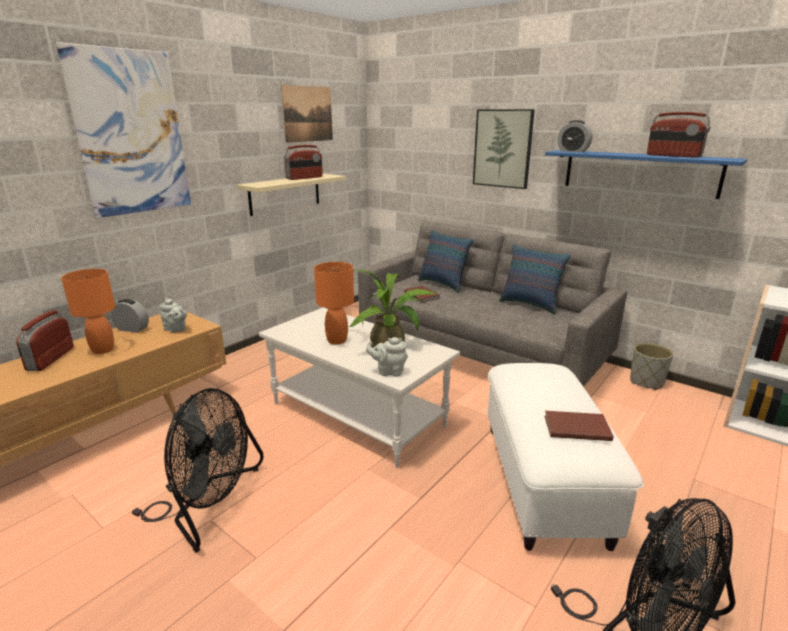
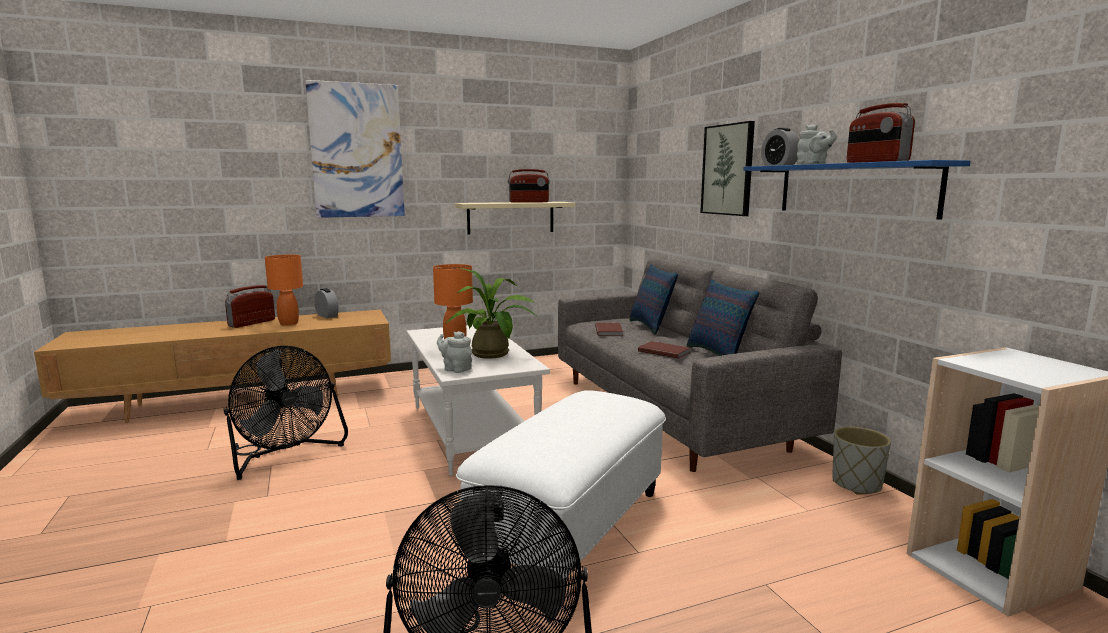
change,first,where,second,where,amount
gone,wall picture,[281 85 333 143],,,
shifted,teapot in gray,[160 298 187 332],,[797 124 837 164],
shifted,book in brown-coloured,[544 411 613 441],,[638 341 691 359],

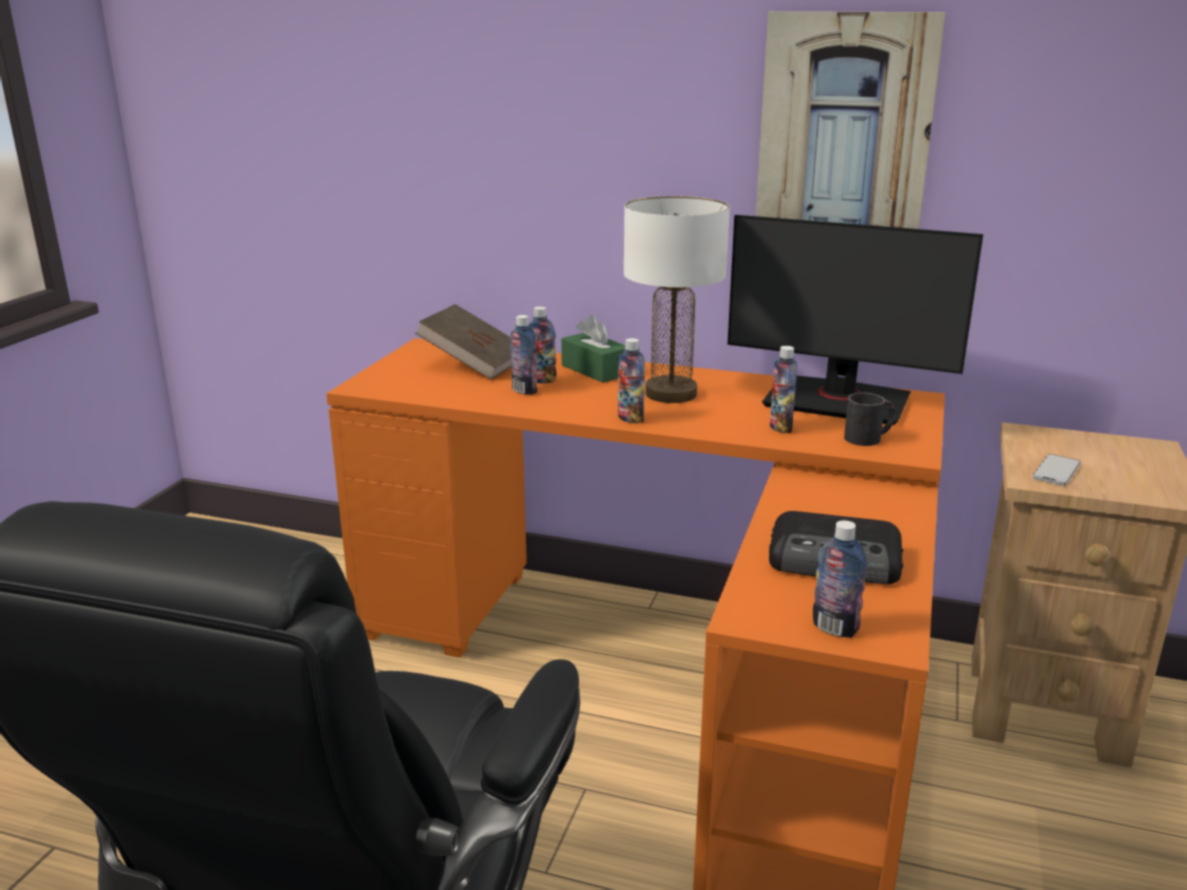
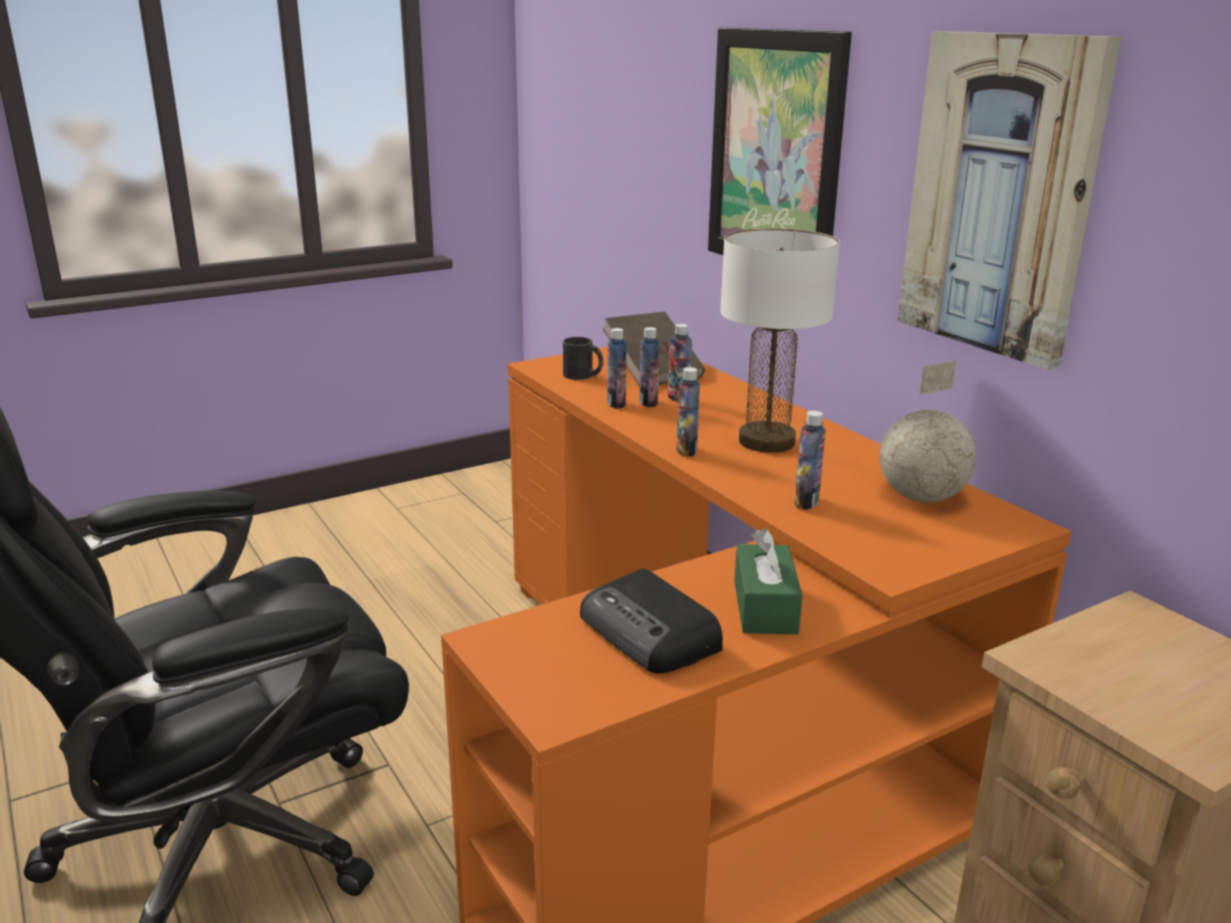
change,first,where,second,where,amount
swapped,computer screen,[727 215 983 425],world globe,[880 360 976 503],
shifted,box of tissues in green,[561 315 625 383],,[734 528 802 634],
shifted,tea mug in blackish,[844 392 895 446],,[563 337 603 380],
gone,telephone,[1032 454 1081 486],,,
shifted,beverage bottle,[813 520 867 638],,[607 328 627 409],
new,,,wall picture,[708 27 852 255],

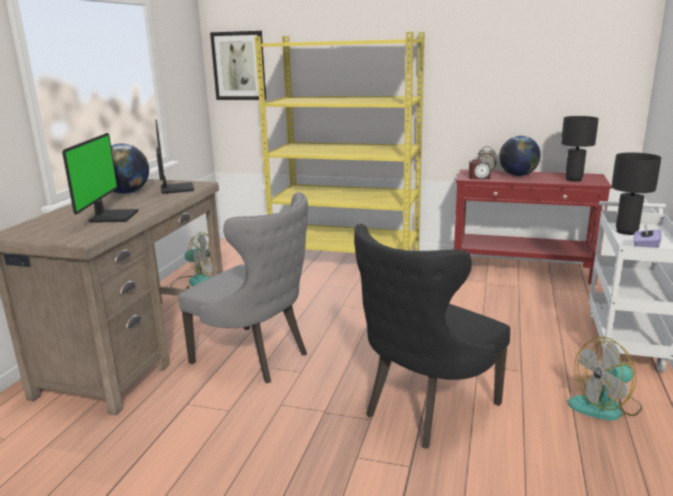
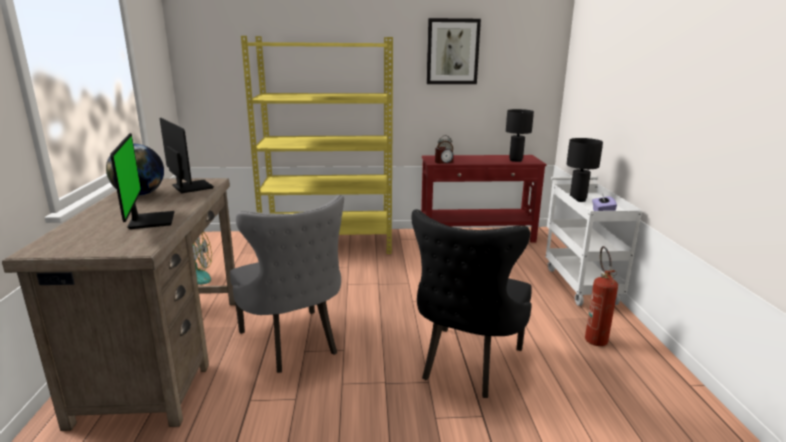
change,first,where,second,where,amount
shifted,wall picture,[210 31 266 100],,[426 18 481 84],
gone,world globe,[499 136 541 176],,,
rotated,upright chair in gray,[178 192 308 383],,[230 195 344 373],45 degrees clockwise
swapped,electric fan,[568 337 642 421],fire extinguisher,[585 246 618 346],

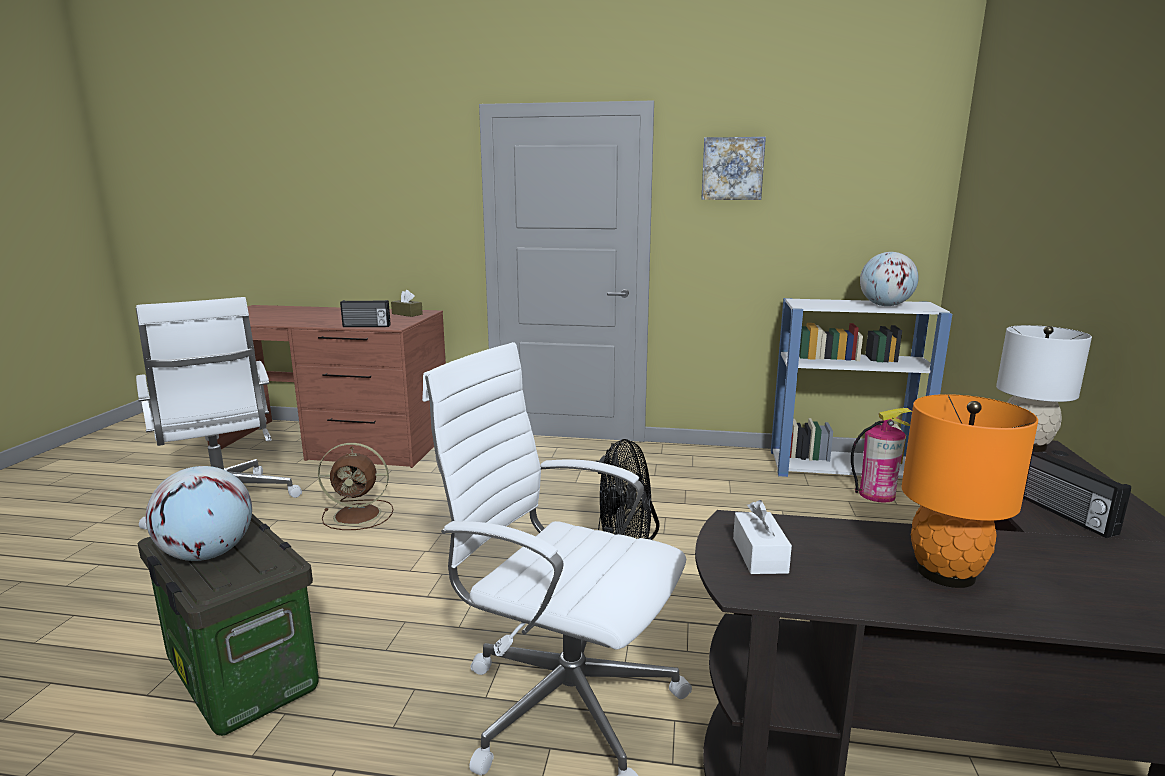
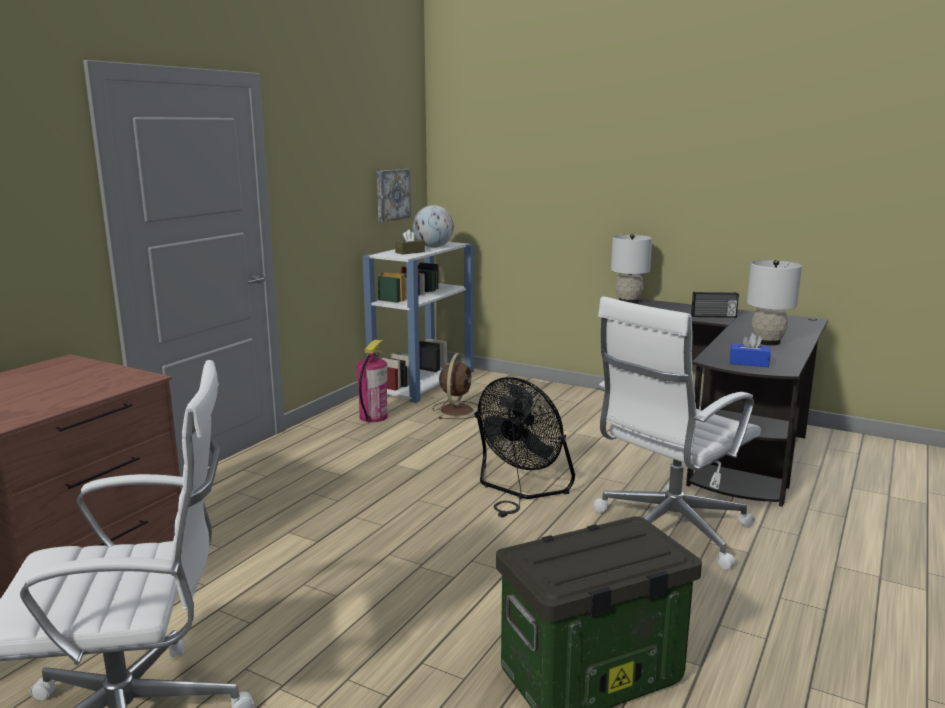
change,first,where,second,where,amount
shifted,wall picture,[701 137 766 200],,[377 169 411 222],
shifted,box of tissues in brown-coloured,[391 290 423 317],,[395 230 425 255],
gone,radio,[340 300 391 327],,,
repainted,lamp for a table in orangey,[902 394 1038 588],lamp for a table in white,[747 260 802 345],
shifted,fire extinguisher,[851 408 912 503],,[356 340 388 422],
shifted,electric fan in brown-coloured,[318 443 393 530],,[433 353 482 419],
gone,world globe,[146 466 252 561],,,
repainted,box of tissues in white,[733 500 792 574],box of tissues in bluish,[730 333 771 367],

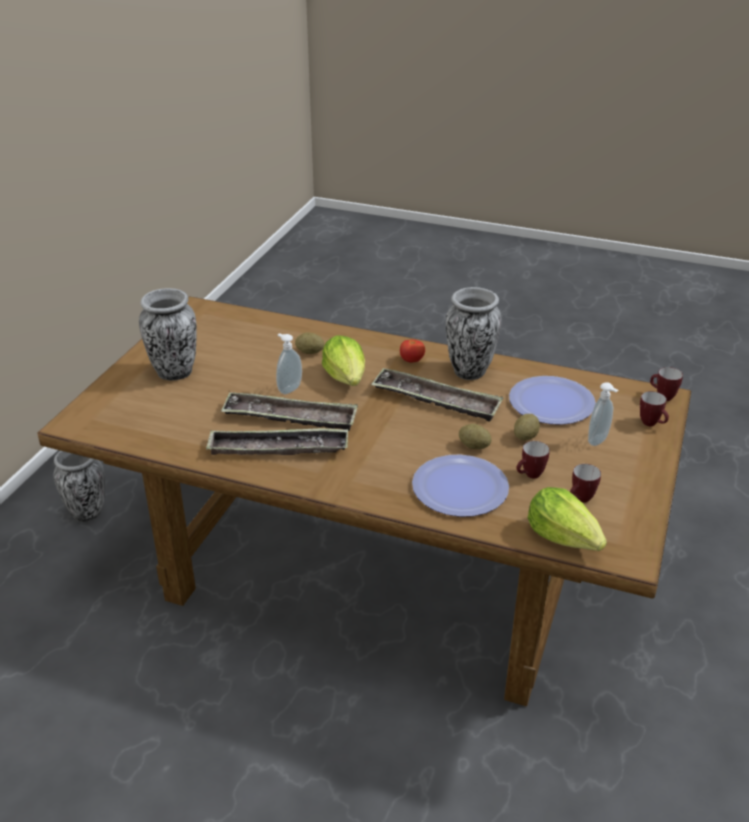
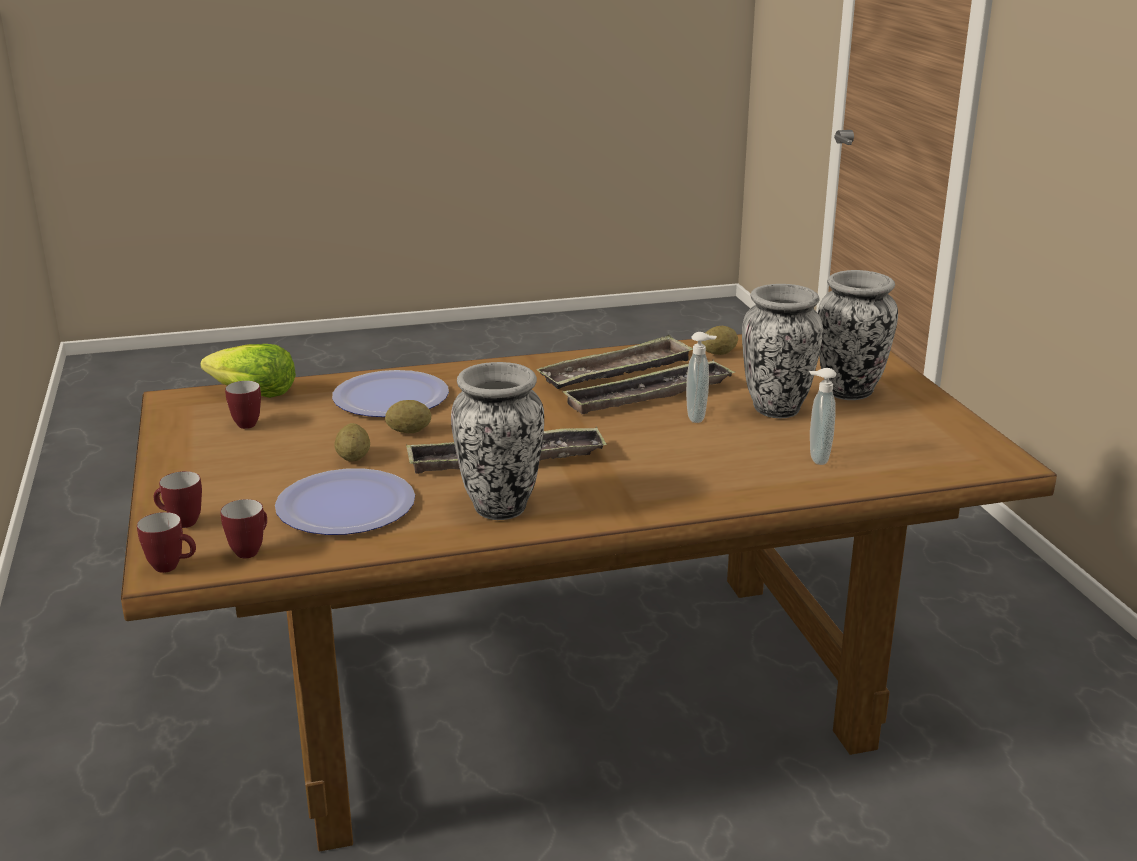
change,first,where,second,where,amount
shifted,potato,[295 332 324 354],,[702 326 738 355],
gone,head of lettuce,[322 335 365 386],,,
gone,tomato,[400 340 425 363],,,
shifted,liquid soap bottle,[588 382 618 446],,[809 368 836 465],
shifted,tea mug,[517 441 550 479],,[220 499 267 558],
shifted,decorative vase,[54 451 105 522],,[742 284 823 418],

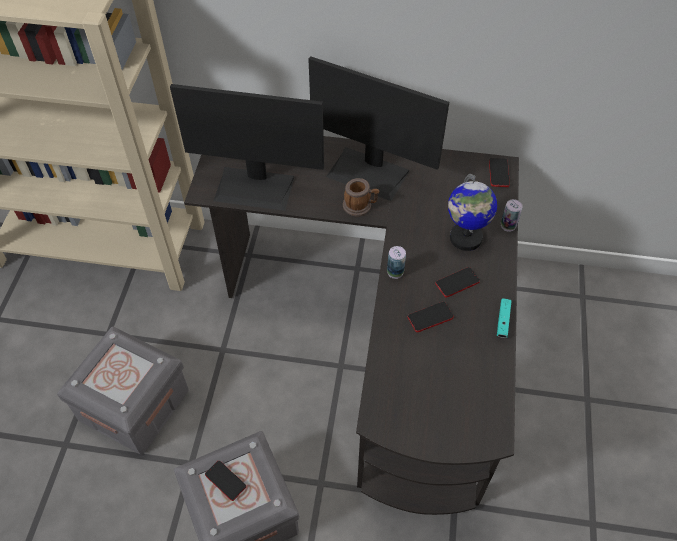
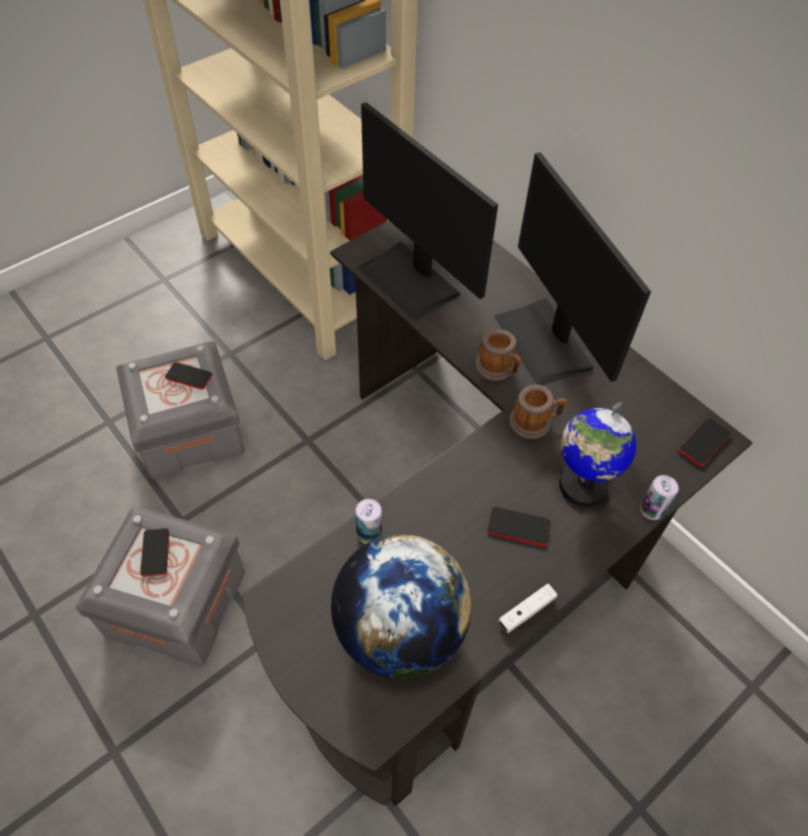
change,first,where,second,where,amount
shifted,metal can,[387 246 406 279],,[355 499 382 544],
repainted,gamepad in turquoise-coloured,[497 298 512 338],gamepad in white,[498 584 557 633],
shifted,telephone,[408 302 454 332],,[165 362 212 389],
new,,,tea mug,[509 385 567 439],
new,,,world globe,[331 534 472 679],

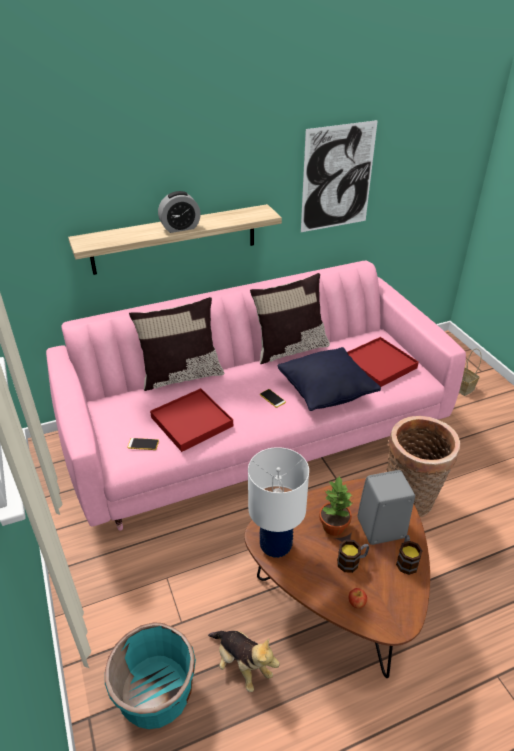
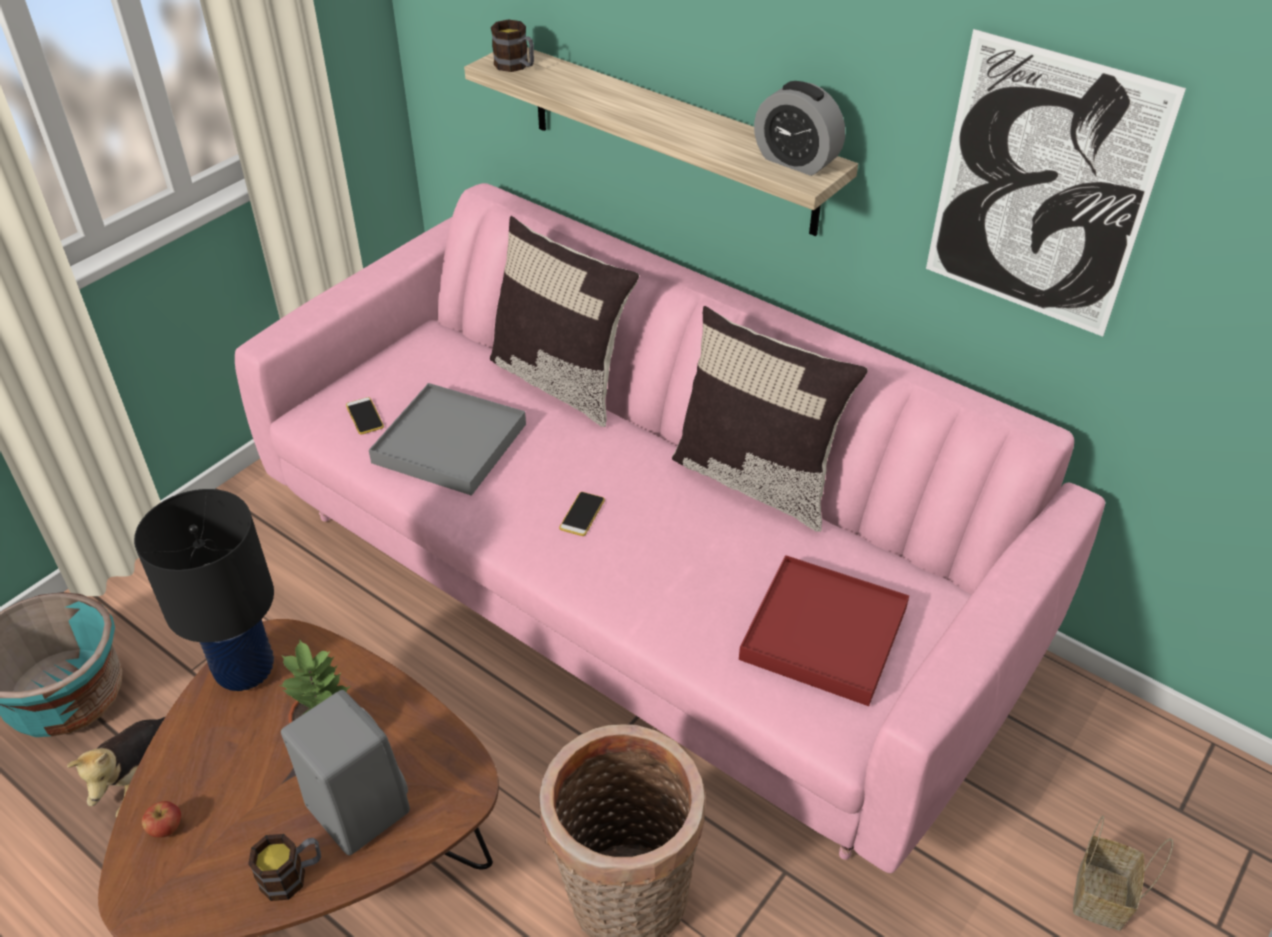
change,first,where,second,where,amount
shifted,alarm clock,[158 191 201 233],,[754 81 845 176],
gone,pillow in blackish,[278 347 381 411],,,
repainted,carrying tray in reddish,[150 388 233 452],carrying tray in gray,[369 383 526 496],
repainted,lamp for a table in white,[248 447 309 558],lamp for a table in blackish,[134 489 274 691],
shifted,tea mug,[337 539 369 573],,[491 19 534 72],

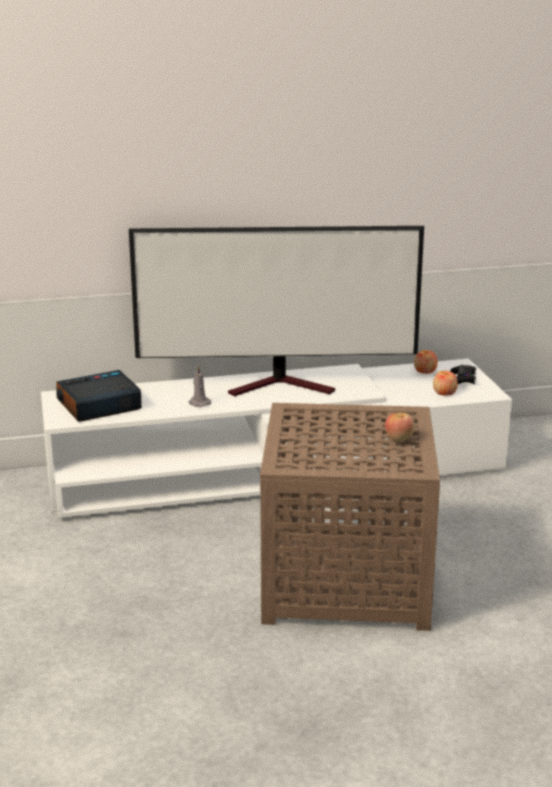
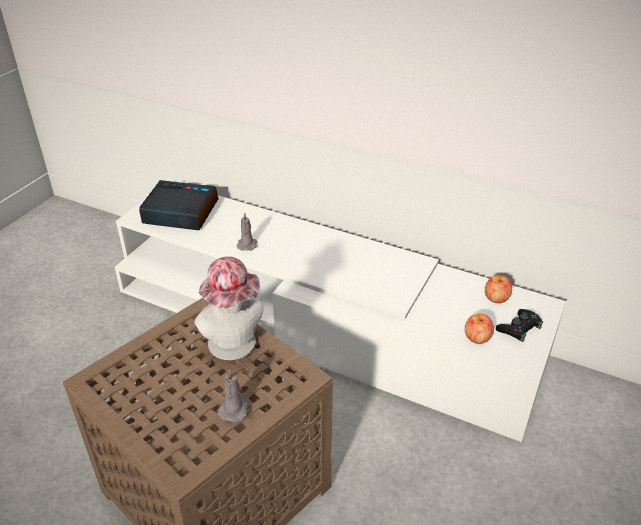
change,first,where,second,where,amount
gone,TV,[129 226 424 396],,,
swapped,whole apple,[385 413 415 442],candle in gray,[217 369 249 422],
new,,,wearable hat,[194 257 264 360],

